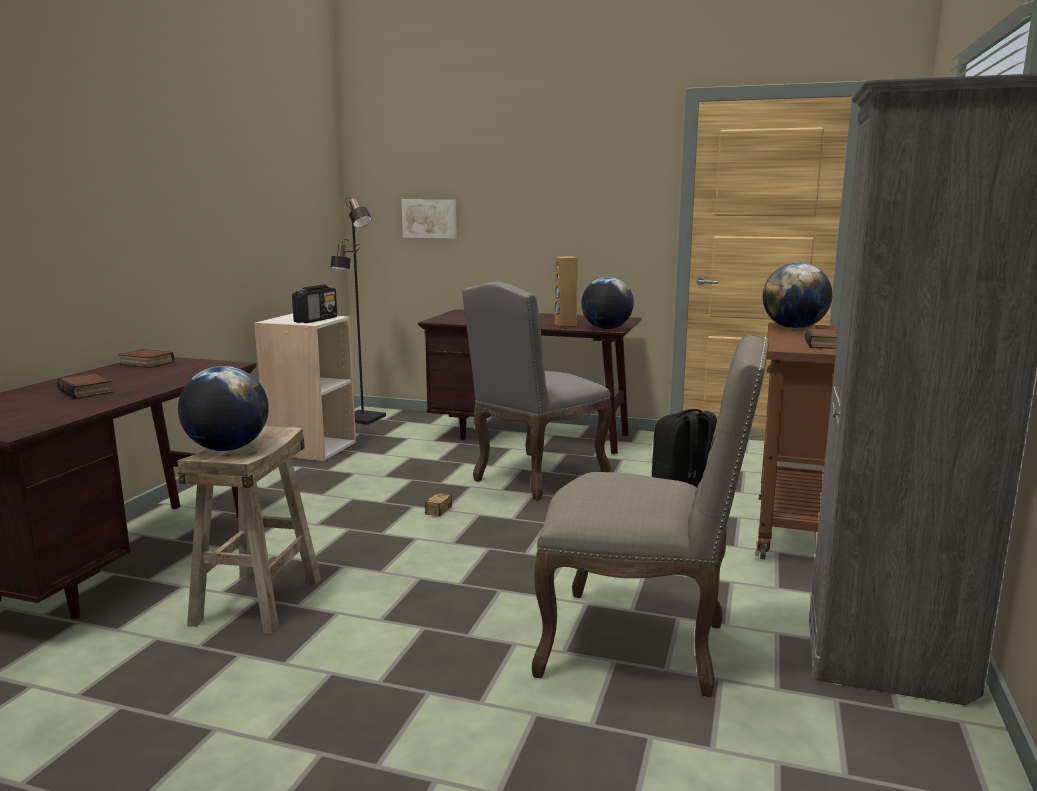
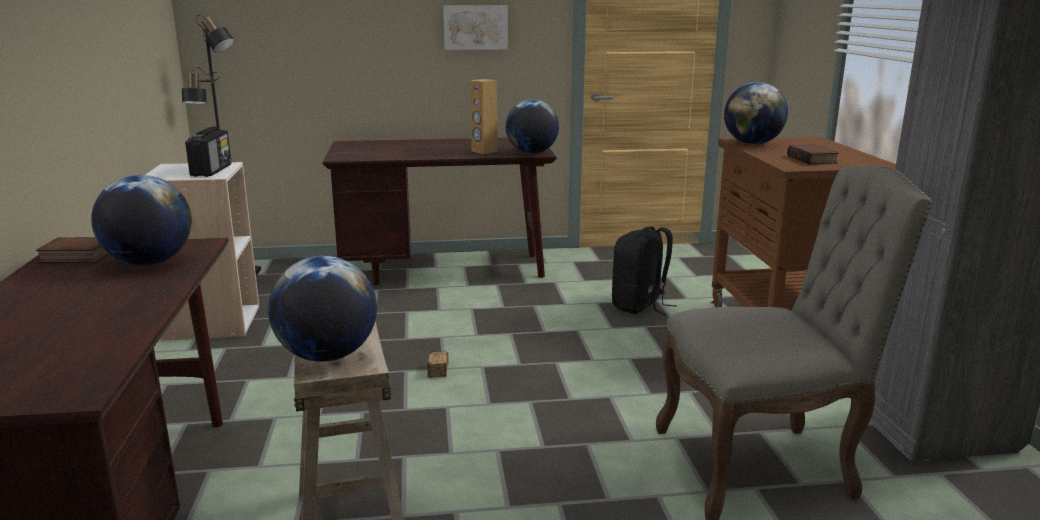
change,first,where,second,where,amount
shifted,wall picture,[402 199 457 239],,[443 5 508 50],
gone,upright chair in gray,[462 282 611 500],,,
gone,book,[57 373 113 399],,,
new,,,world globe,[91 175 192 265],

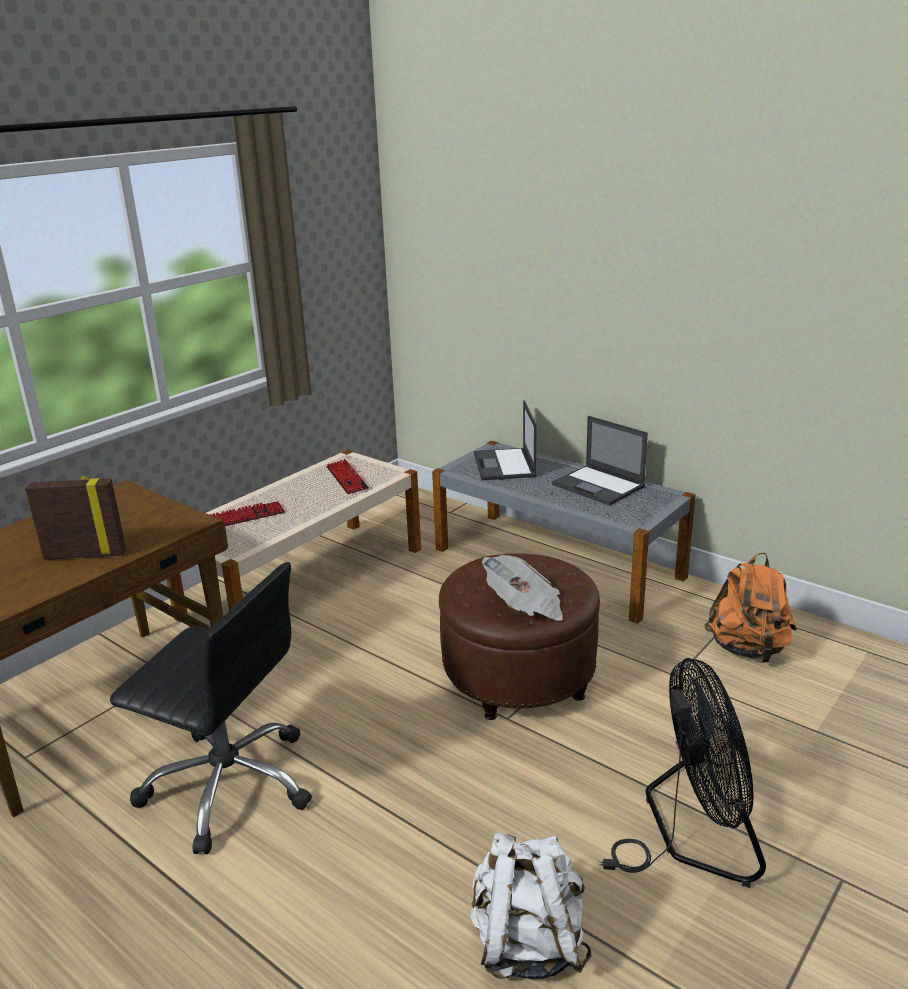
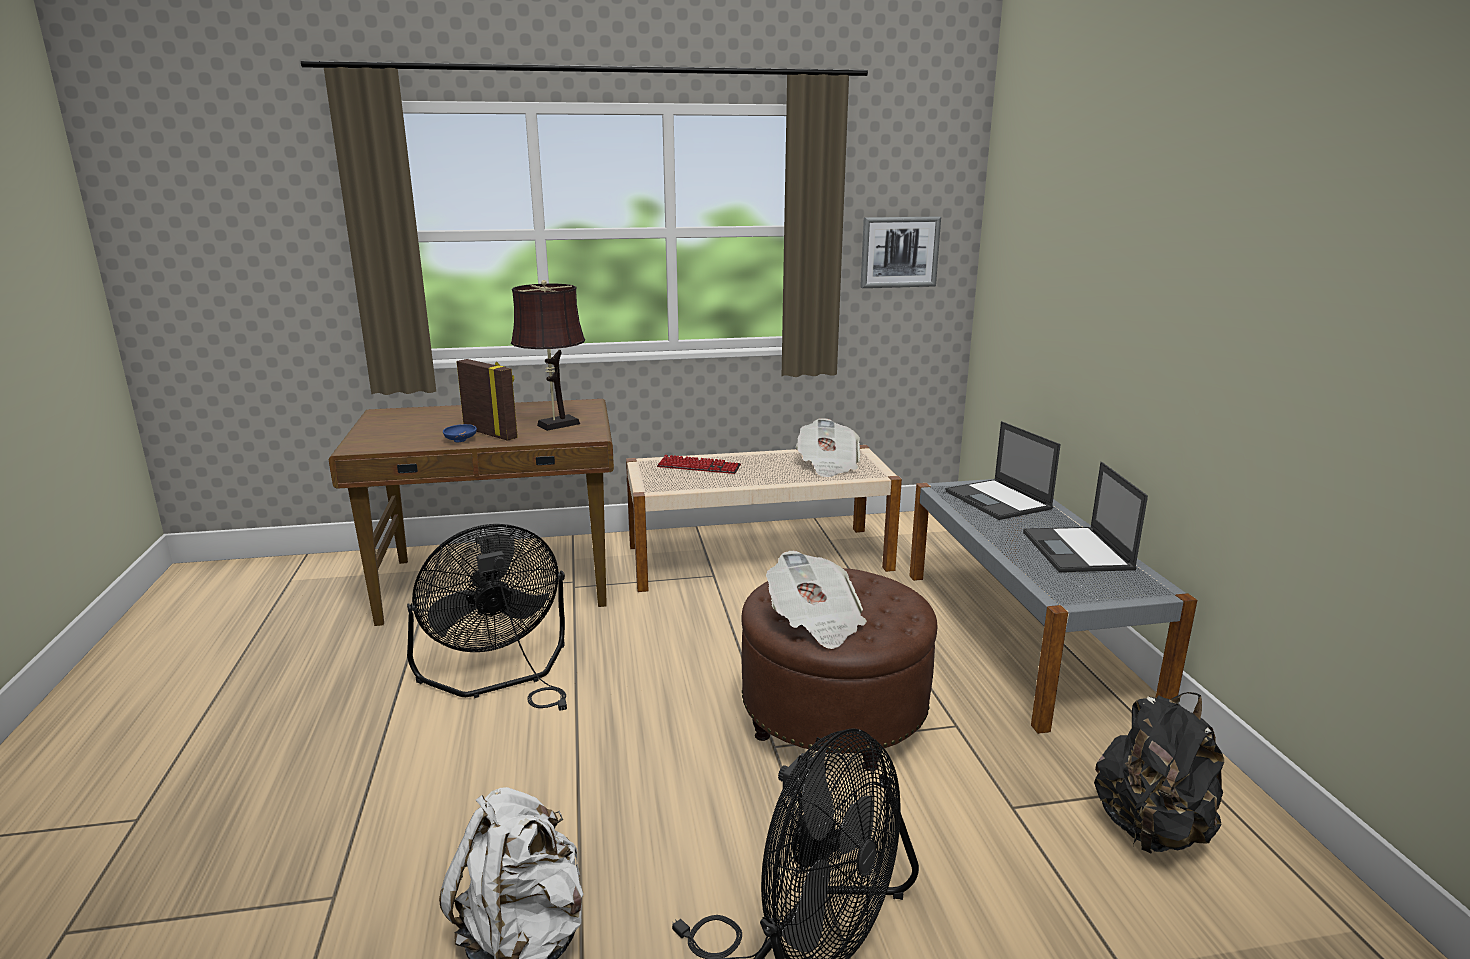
change,first,where,second,where,amount
rotated,notebook computer,[474 400 537 481],,[946 421 1061 520],60 degrees counterclockwise
swapped,PC keyboard,[326 459 369 494],printed paper,[796 418 860 477],
repainted,backpack in orangey,[704 552 797 663],backpack in blackish,[1094 692 1224 854],
swapped,office chair in blackish,[110 562 312 854],electric fan in blackish,[407 524 567 711],
new,,,wall picture,[860 217 941 288],
new,,,lamp for a table in brown-coloured,[511 280 585 431],
new,,,deep dish in bluish,[443 424 477 442],

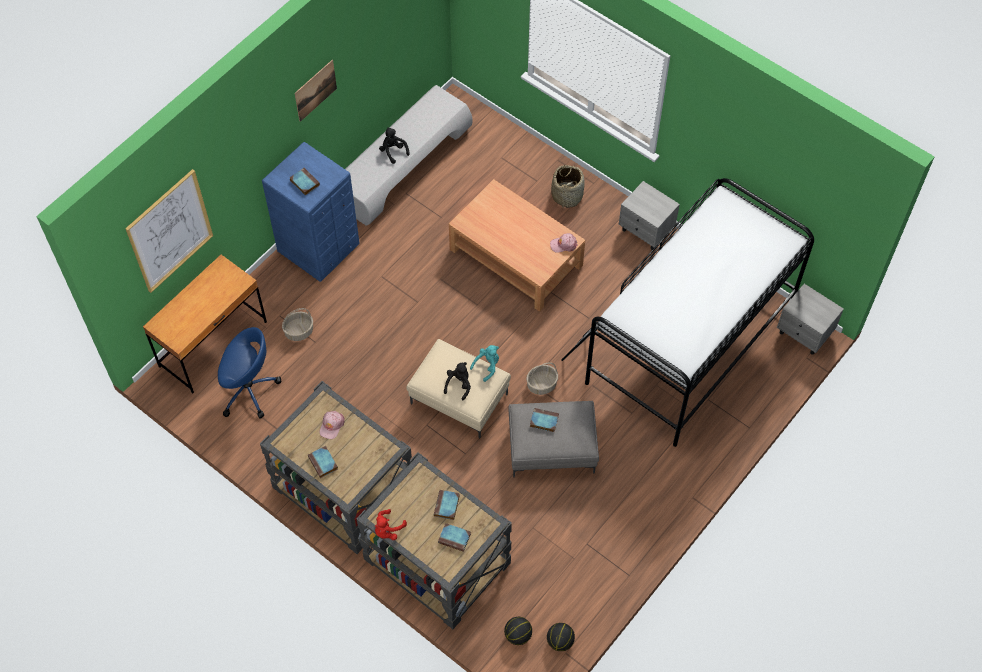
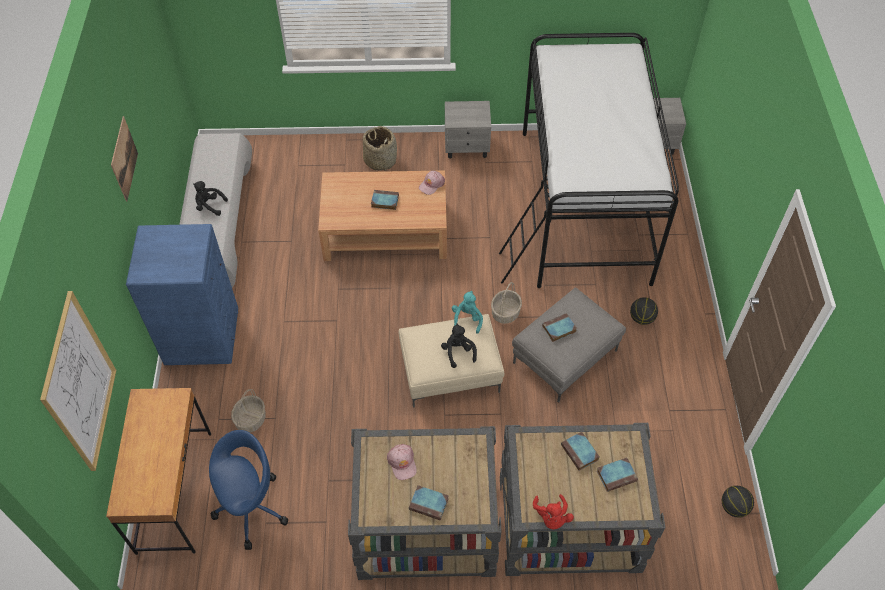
change,first,where,second,where,amount
shifted,book,[290 168 320 195],,[371 190 399 210],
shifted,basketball,[504 617 532 645],,[630 297 658 325],

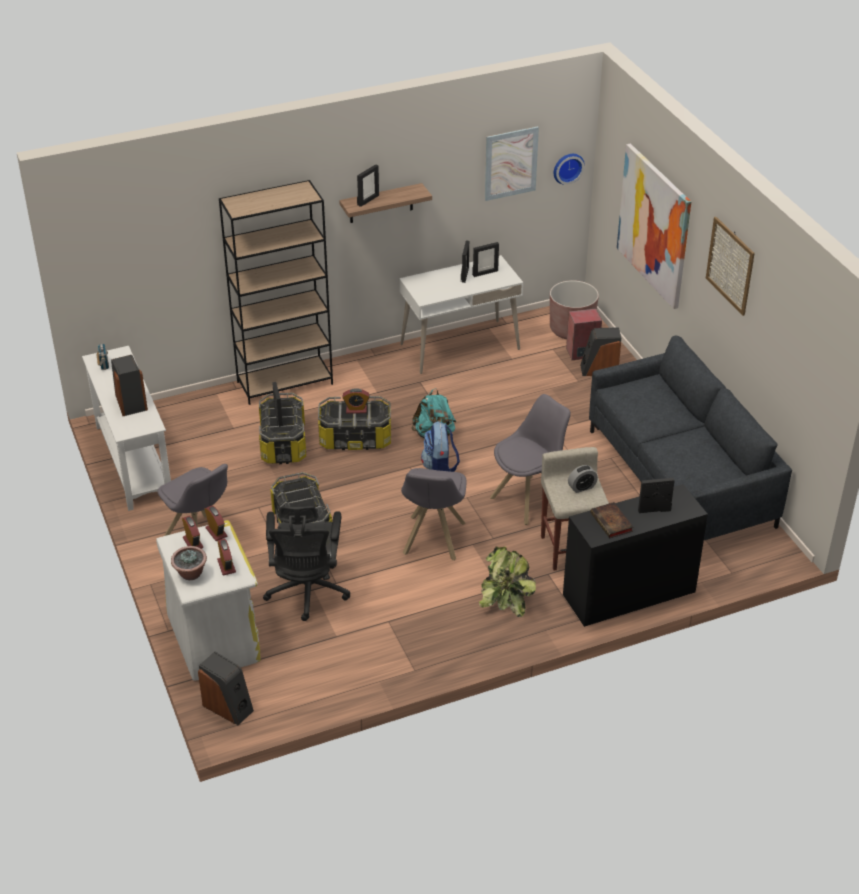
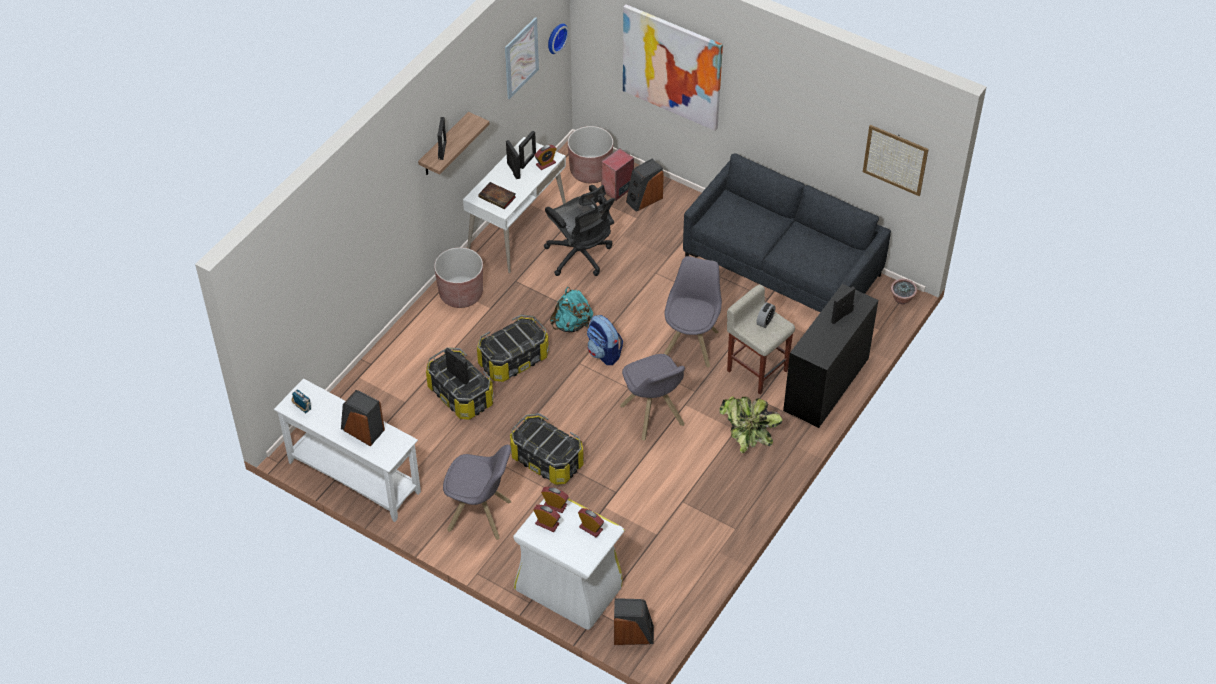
change,first,where,second,where,amount
gone,bookshelf in beige,[219 180 333 405],,,
shifted,wall picture,[706 217 755 316],,[863 125 929 196],
shifted,alarm clock,[343 388 369 414],,[535 145 557 170],
shifted,book,[590 502 633 538],,[478 182 516 209],
shifted,office chair,[263 506 350 621],,[544 185 615 276],
shifted,potted plant,[171 546 207 580],,[891 279 917 304],
new,,,plant pot in brown-coloured,[434 247 483 308],

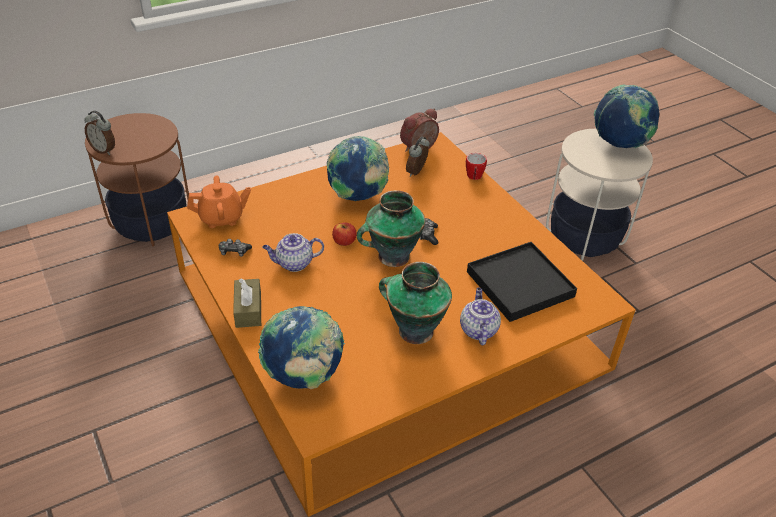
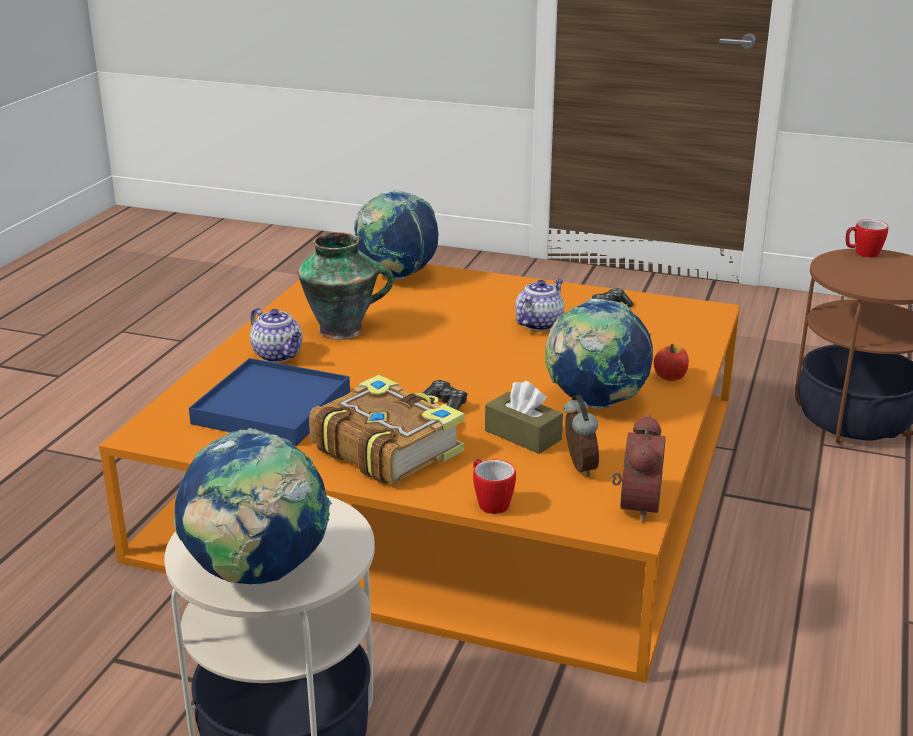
change,first,where,second,where,amount
swapped,alarm clock,[84 110 115 155],tea mug,[846 219 889 258],
gone,teapot in orangey,[187 176 251 228],,,
gone,decorative vase,[357 190 425 267],,,
shifted,whole apple,[332 223 357 246],,[654 344 689 381],
repainted,carrying tray in blackish,[467 242 577 322],carrying tray in bluish,[189 358 350 446],
shifted,box of tissues in brown-coloured,[233 278 261 328],,[485 381 563 454],
new,,,book,[309 375 464 485],

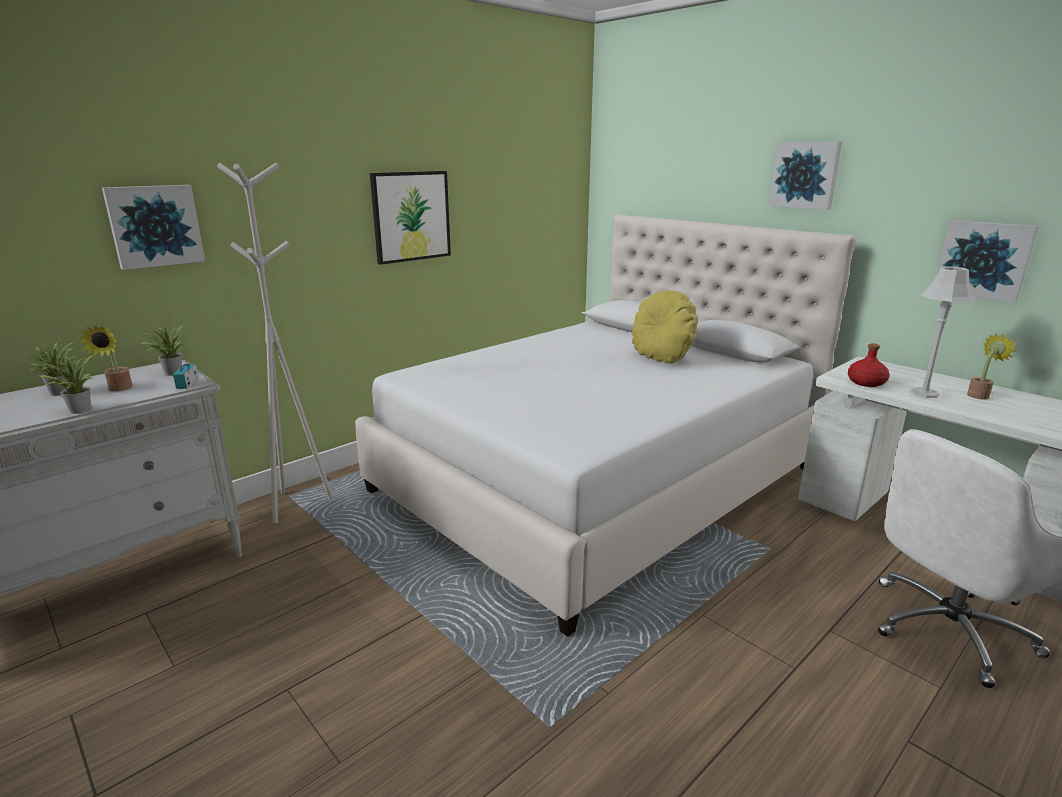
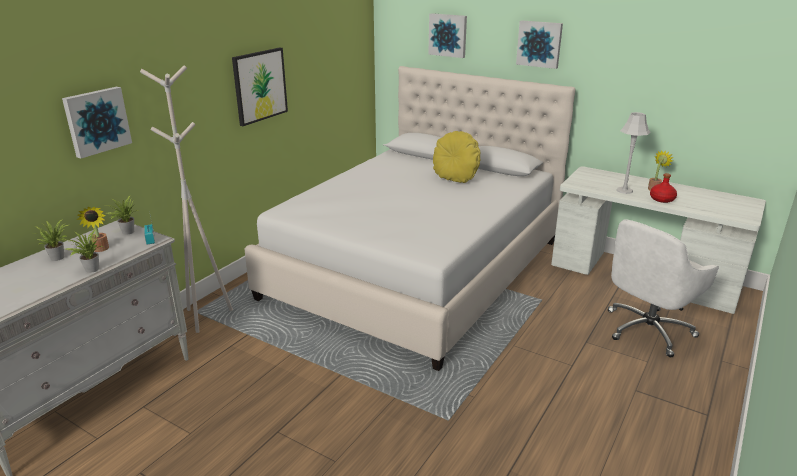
change,first,where,second,where,amount
shifted,wall picture,[937 220 1039 302],,[428 13 467 58],
shifted,beverage bottle in reddish,[848 344 889 387],,[650 173 677 203],

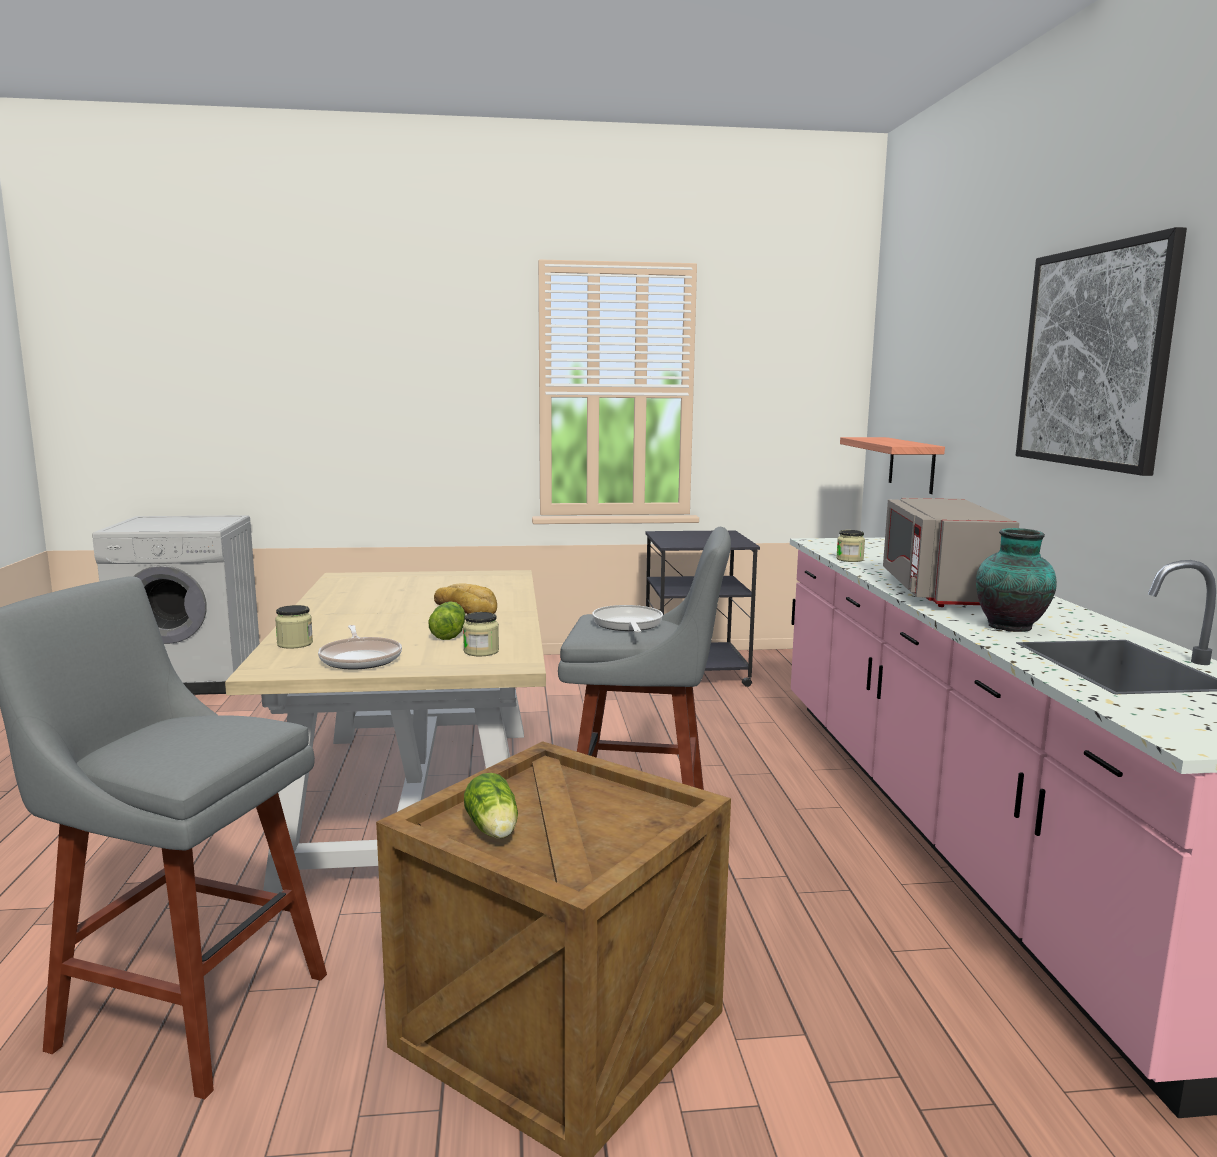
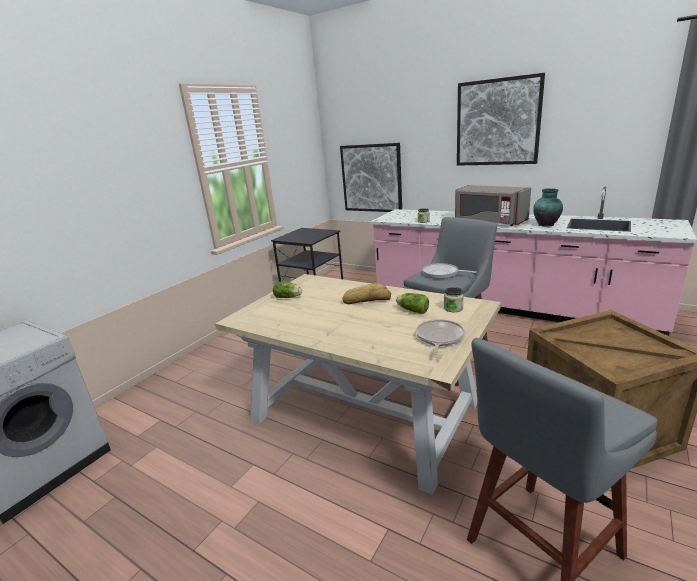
change,first,where,second,where,amount
swapped,wall shelf,[840 437 945 494],wall picture,[340 143 402 212],
gone,jar,[275 605 313 649],,,
rotated,frying pan,[318 625 402 670],,[416 319 465 355],90 degrees counterclockwise
shifted,head of lettuce,[464 773 518 839],,[273 282 302 298],

